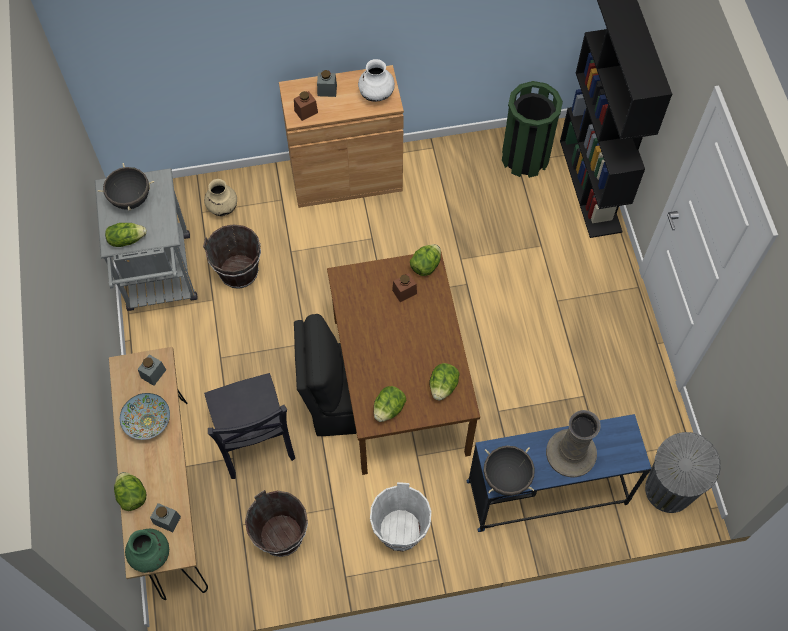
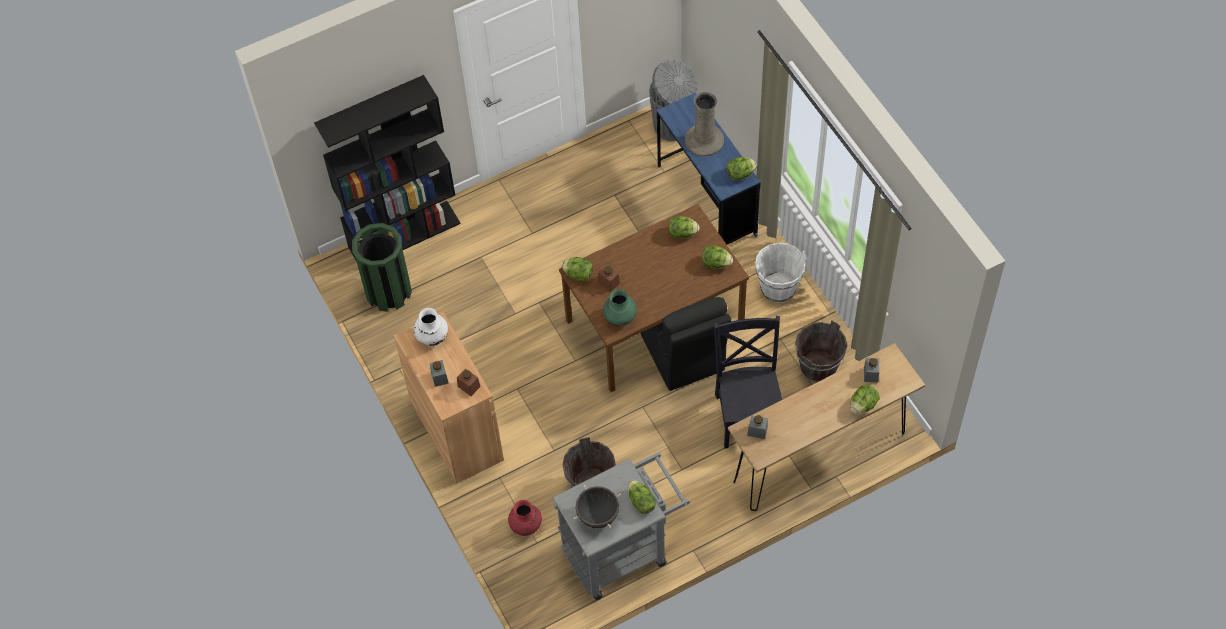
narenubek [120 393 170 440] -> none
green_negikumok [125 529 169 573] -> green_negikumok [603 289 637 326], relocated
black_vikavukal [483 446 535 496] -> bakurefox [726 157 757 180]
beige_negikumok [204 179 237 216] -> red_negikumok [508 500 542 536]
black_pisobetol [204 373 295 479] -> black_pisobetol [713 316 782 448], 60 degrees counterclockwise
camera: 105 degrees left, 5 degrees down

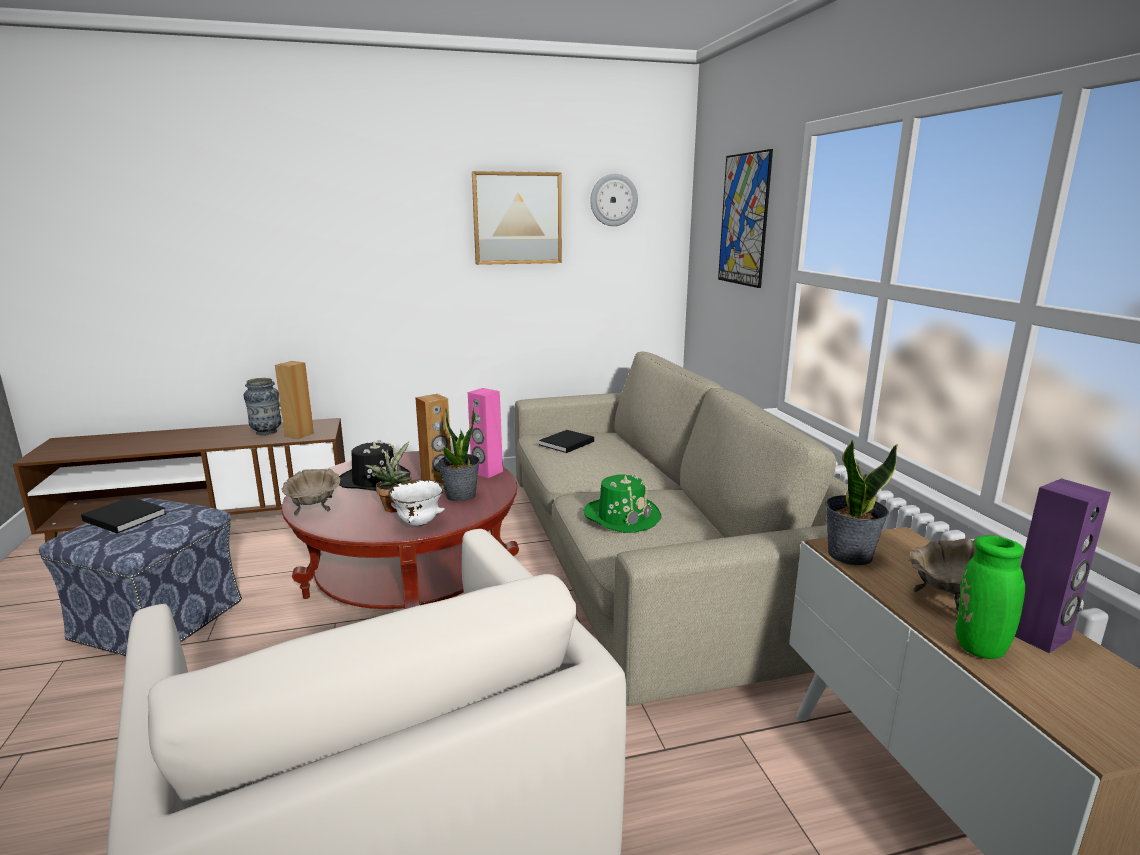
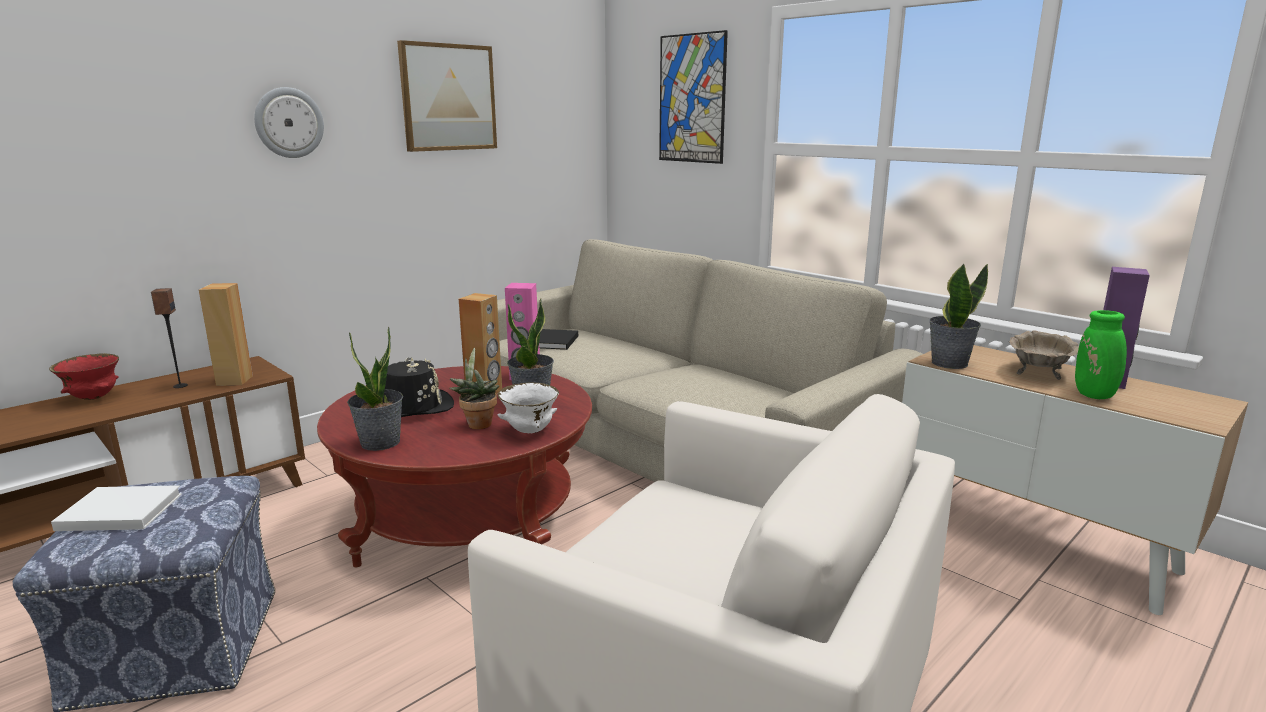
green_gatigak [584 474 661 533] -> none
none -> red_narenubek [49 353 119 400]
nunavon [590 174 638 226] -> nunavon [254 87 324 158], relocated
negikumok [243 378 282 436] -> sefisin [151 288 188 388]
beige_narenubek [281 469 340 515] -> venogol [347 327 403 451]
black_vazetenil [81 497 167 534] -> white_vazetenil [51 485 182 531]
camera: 30 degrees left, 0 degrees up

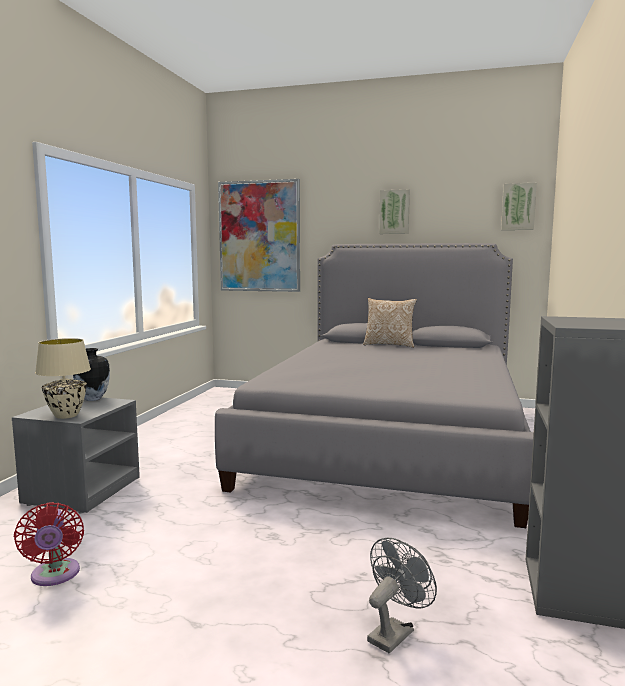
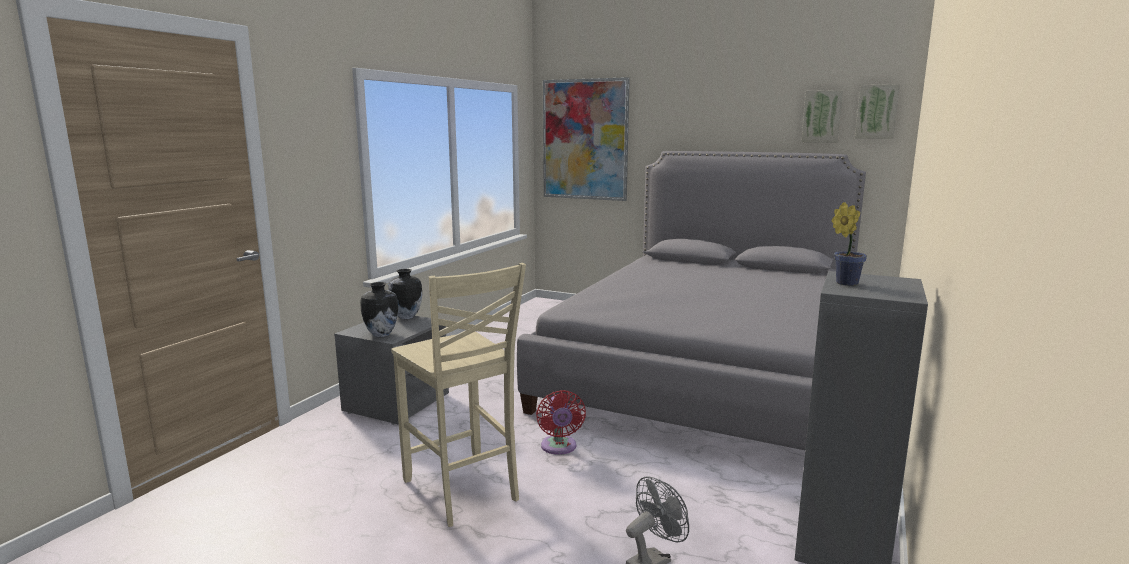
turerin [363 298 417 348] -> none
none -> beige_pisobetol [391 263 526 527]
none -> venogol [831 202 867 286]
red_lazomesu [14 502 84 586] -> red_lazomesu [536 390 586 455], relocated
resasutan [379 189 410 234] -> resasutan [801 90 843 143], relocated
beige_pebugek [35 338 91 419] -> negikumok [360 282 398 337]
camera: 10 degrees right, 5 degrees up

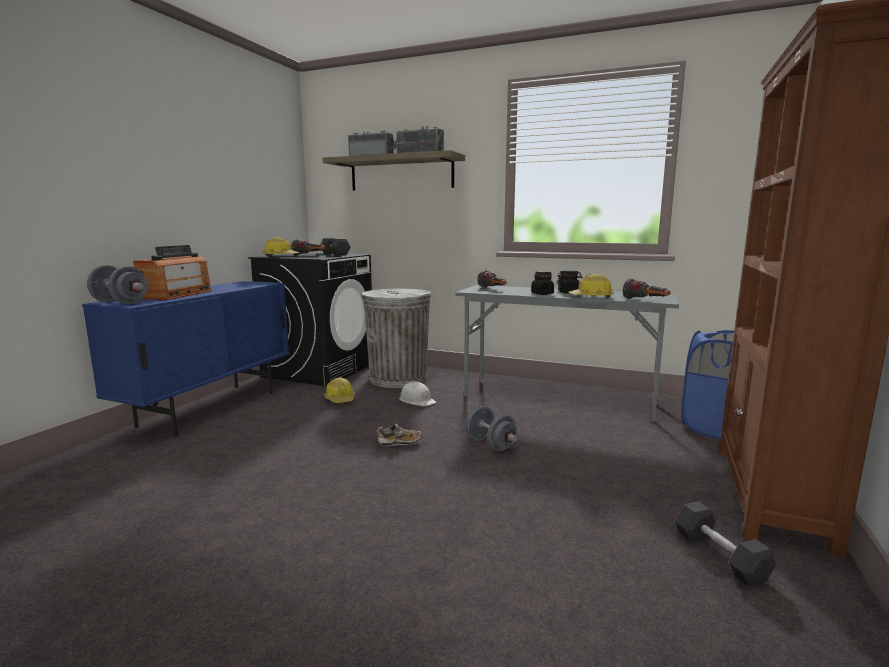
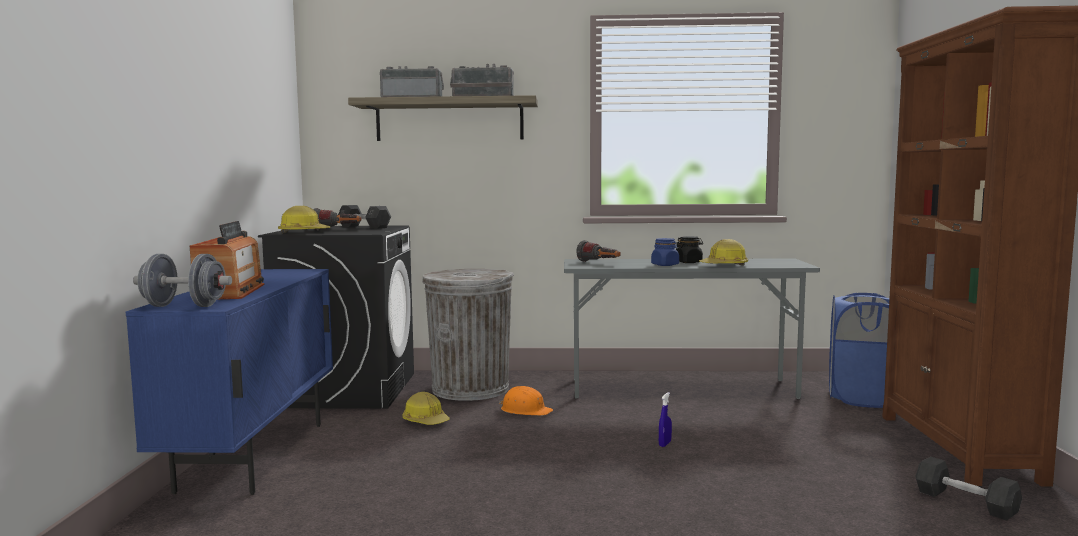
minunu [377 424 422 446] -> none
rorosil [623 278 671 299] -> none
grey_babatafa [466 406 517 451] -> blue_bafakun [659 392 672 447]
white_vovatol [399 381 436 406] -> orange_vovatol [499 386 553 416]
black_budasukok [531 271 554 295] -> blue_budasukok [651 238 679 266]
camera: 20 degrees left, 5 degrees down

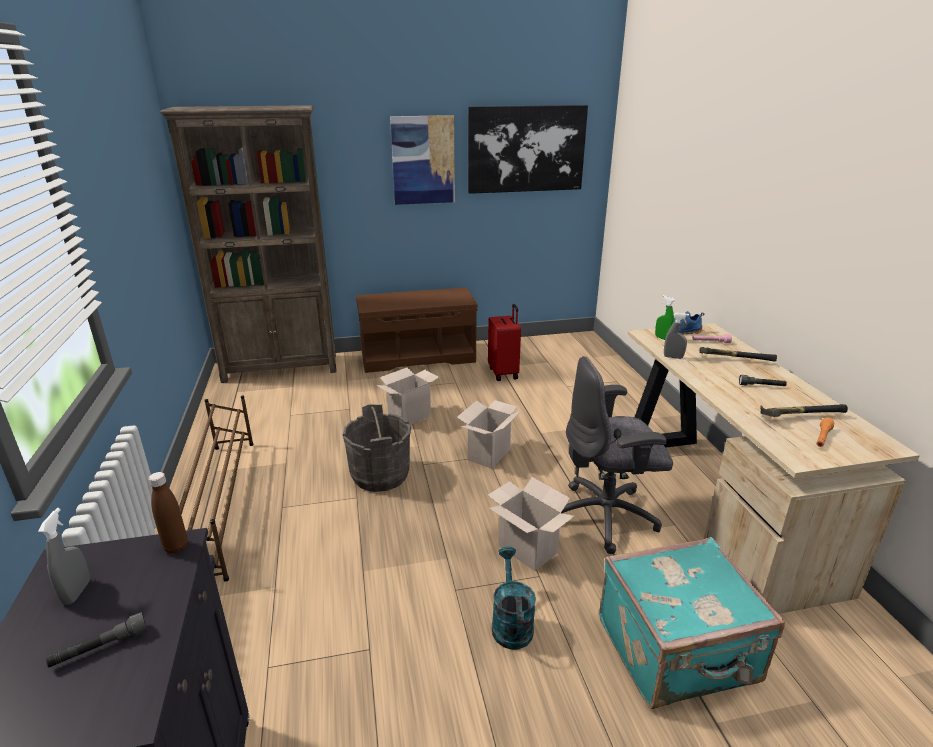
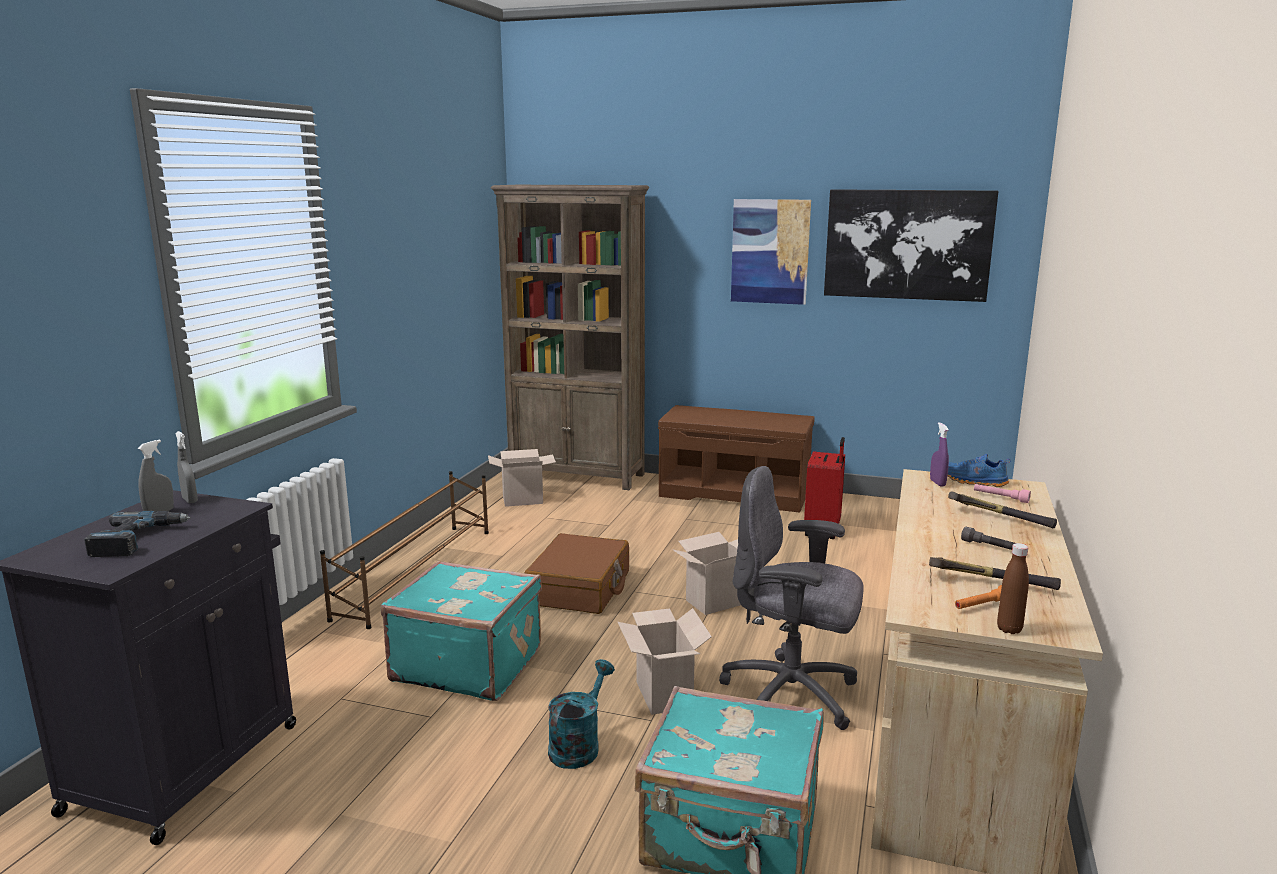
none -> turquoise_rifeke [381 561 542 701]
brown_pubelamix [148 472 188 554] -> brown_pubelamix [997 543 1029 634], relocated
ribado [376 367 440 425] -> ribado [488 449 556 507], relocated
grey_bafakun [664 313 689 359] -> grey_bafakun [176 431 198 503], relocated
grey_rorosil [46 612 147 667] -> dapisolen [84 511 191 557]
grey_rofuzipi [343 404 411 492] -> brown_rifeke [525 533 629 614]
green_bafakun [655 295 675 340] -> purple_bafakun [930 422 949 486]
camera: 30 degrees right, 10 degrees down

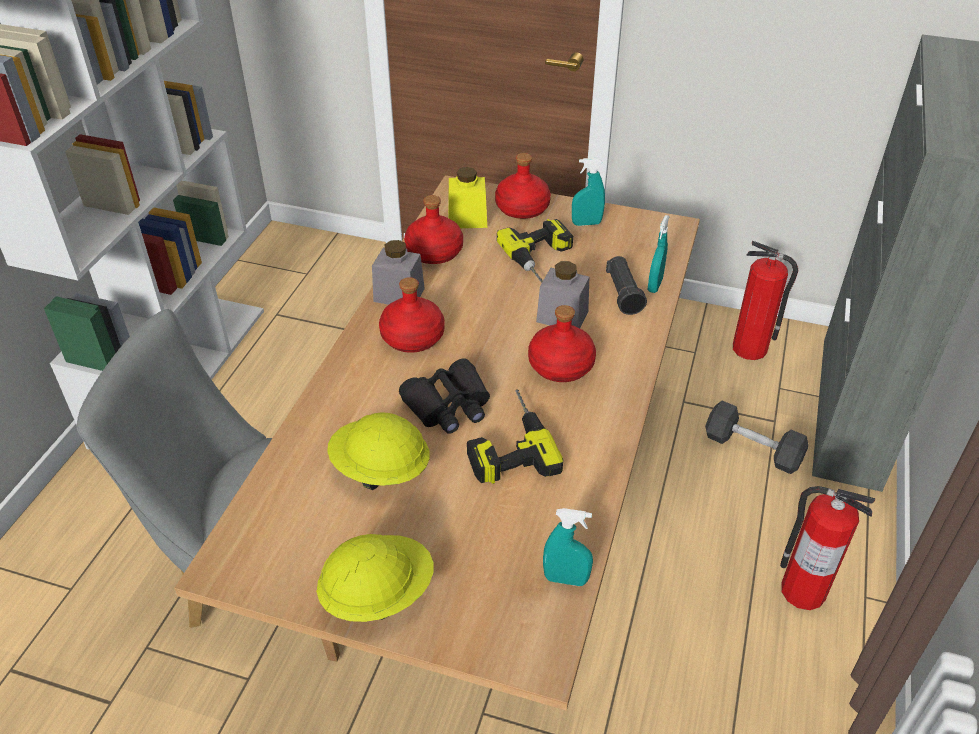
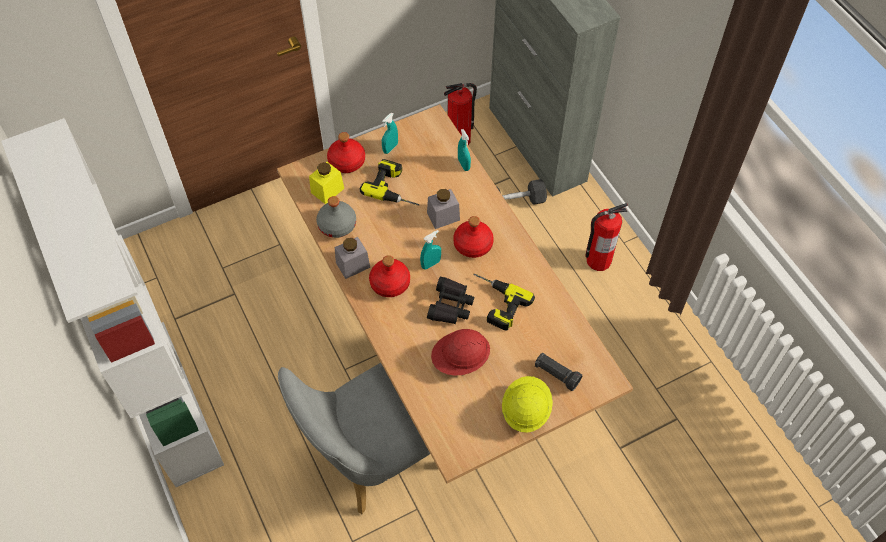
turquoise_bafakun [543 508 593 586] -> turquoise_bafakun [420 230 441 270], relocated
black_rorosil [606 256 647 315] -> black_rorosil [535 353 582 391], relocated
yellow_vovatol [327 413 430 490] -> red_vovatol [431 329 490 376]
red_pubelamix [404 195 463 264] -> grey_pubelamix [316 196 356 238]
camera: 45 degrees left, 15 degrees up

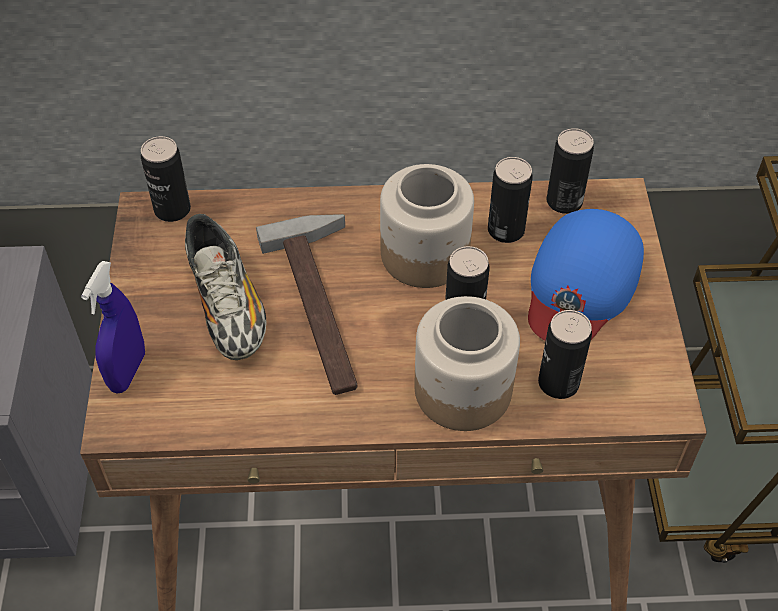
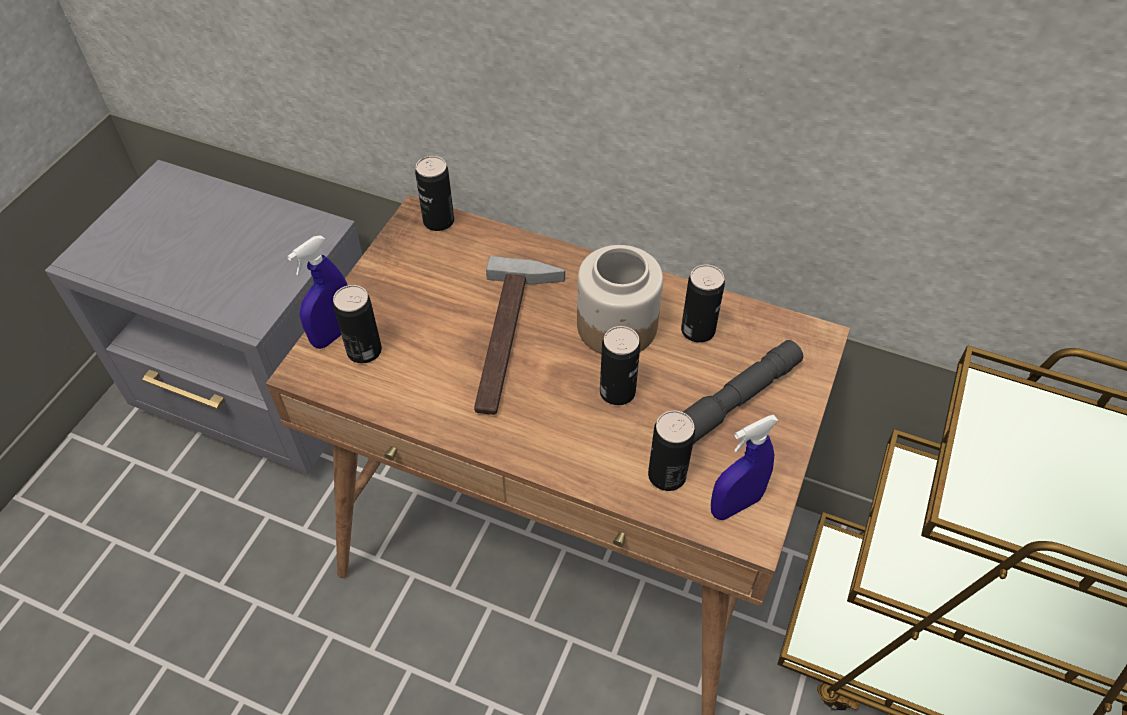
minunu [185 214 266 360] -> none
budasukok [414 296 520 431] -> none
none -> blue_bafakun [711 415 779 520]
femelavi [547 128 594 214] -> femelavi [333 285 382 363], relocated
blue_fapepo [528 209 644 341] -> grey_rorosil [683 340 803 444]
camera: 25 degrees right, 0 degrees up

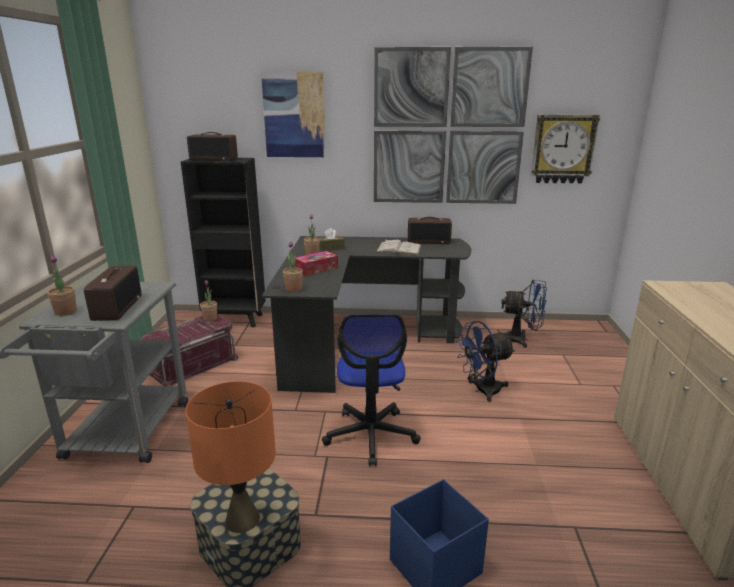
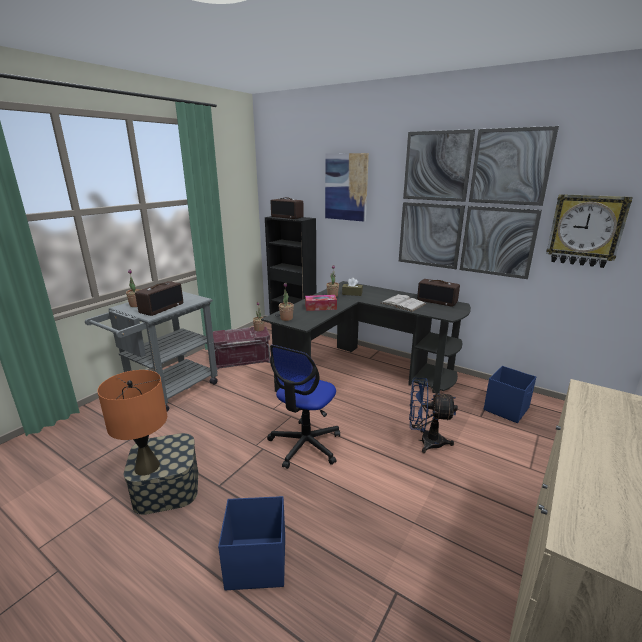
blue_lazomesu [501 280 547 348] -> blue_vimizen [484 366 536 423]
camera: 30 degrees right, 0 degrees up

